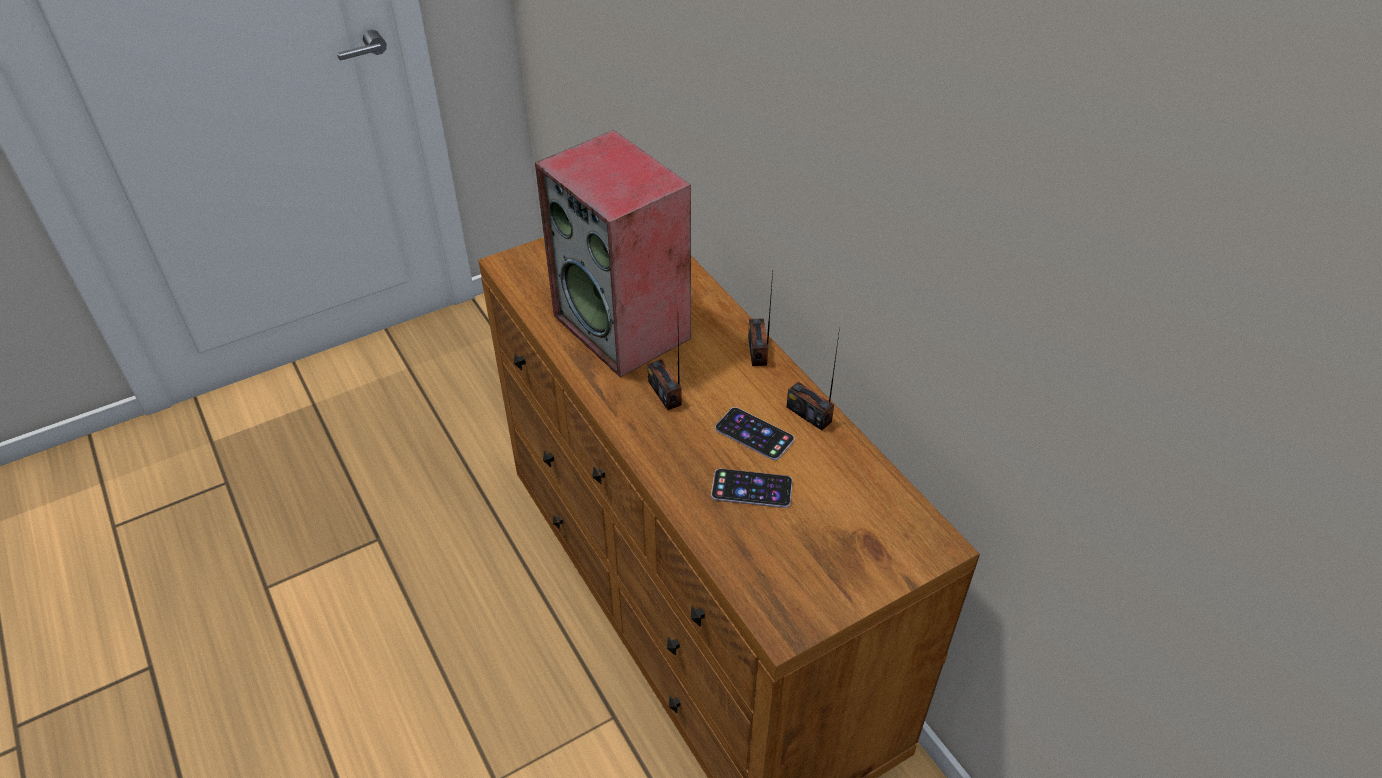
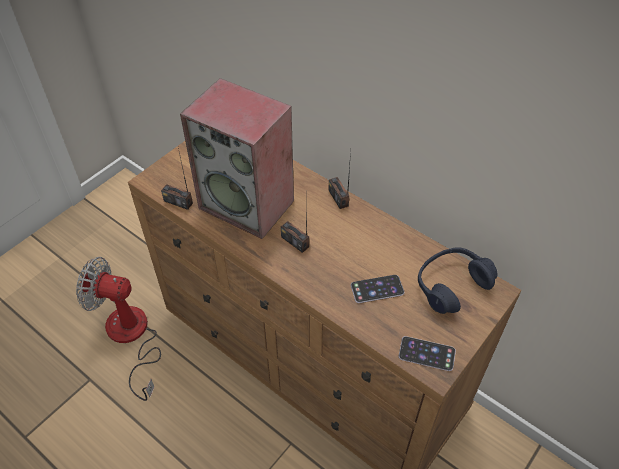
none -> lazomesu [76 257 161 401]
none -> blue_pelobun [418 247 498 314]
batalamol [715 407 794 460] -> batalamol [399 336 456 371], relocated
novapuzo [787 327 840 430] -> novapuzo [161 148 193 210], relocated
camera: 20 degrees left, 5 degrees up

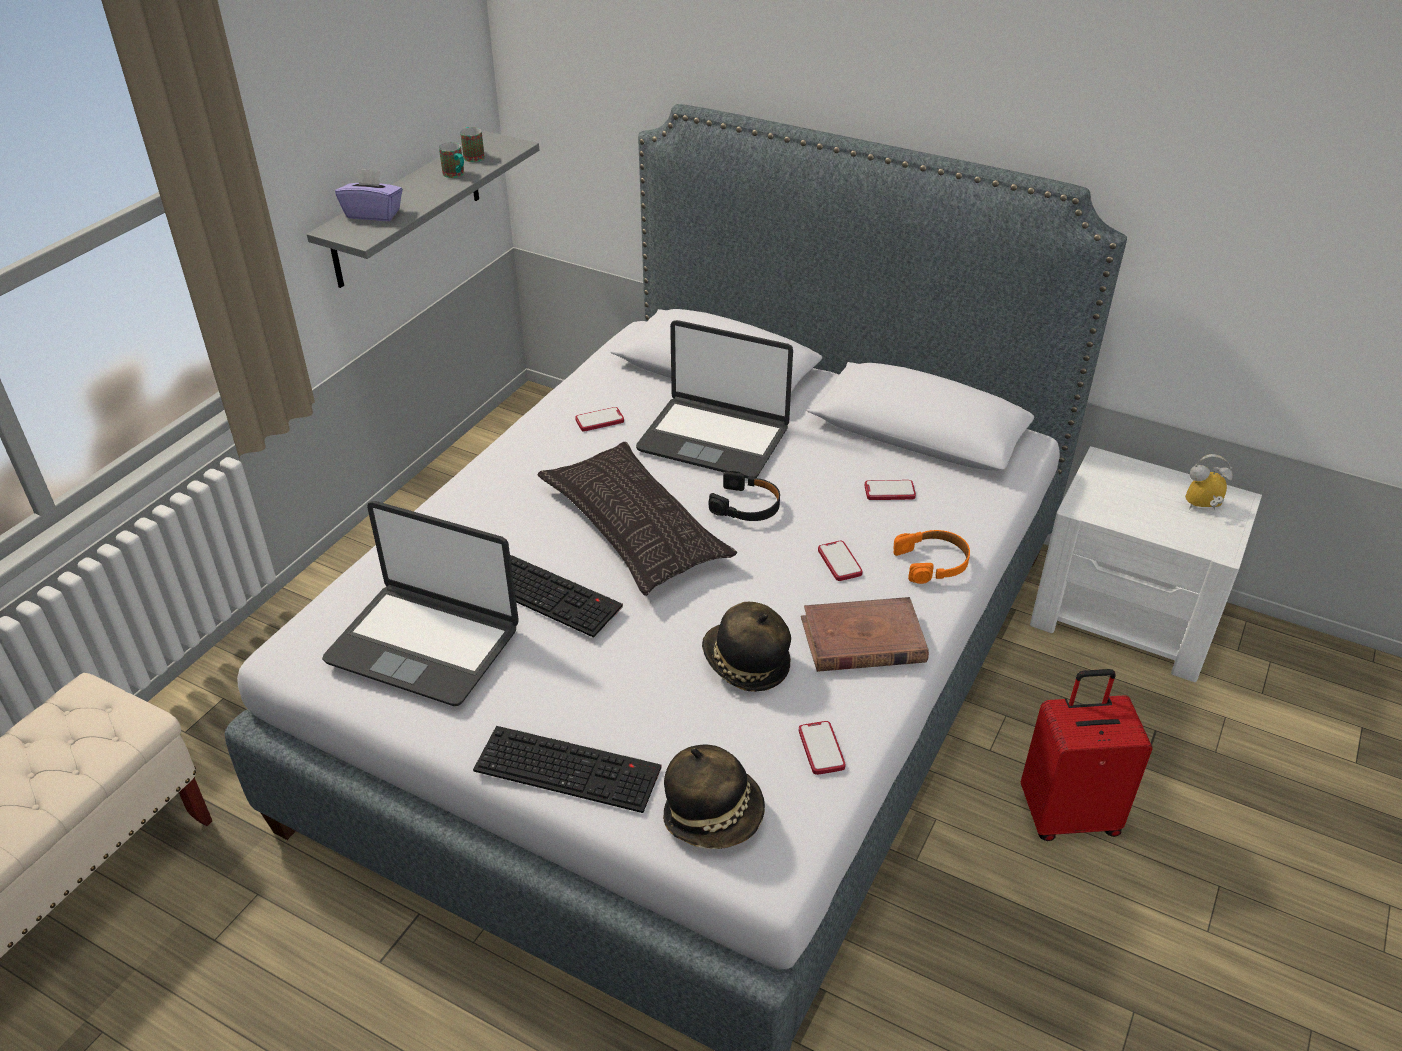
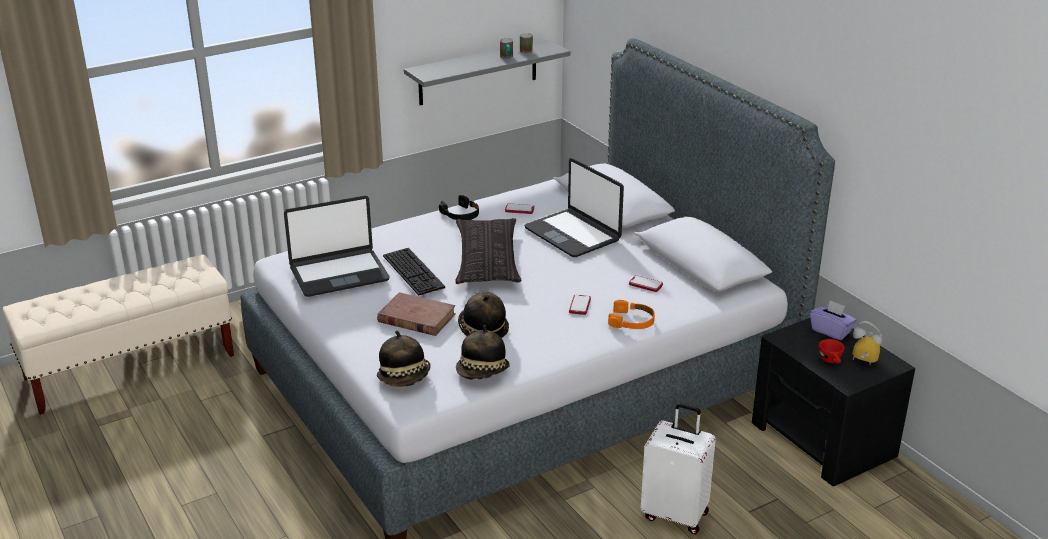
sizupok [473 726 662 813] -> none
none -> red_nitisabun [819 339 845 363]
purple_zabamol [335 168 403 221] -> purple_zabamol [810 300 857 340], relocated
black_pelobun [709 471 780 521] -> black_pelobun [439 195 479 220], relocated
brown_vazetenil [801 597 929 672] -> brown_vazetenil [377 292 456 336], relocated
batalamol [799 721 846 775] -> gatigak [456 325 510 380]
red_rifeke [1021 669 1153 841] -> white_rifeke [641 403 716 534]
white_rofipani [1030 446 1262 682] -> black_rofipani [752 318 915 486]
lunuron [322 501 519 706] -> lunuron [284 195 390 297], 75 degrees counterclockwise
camera: 30 degrees right, 10 degrees down

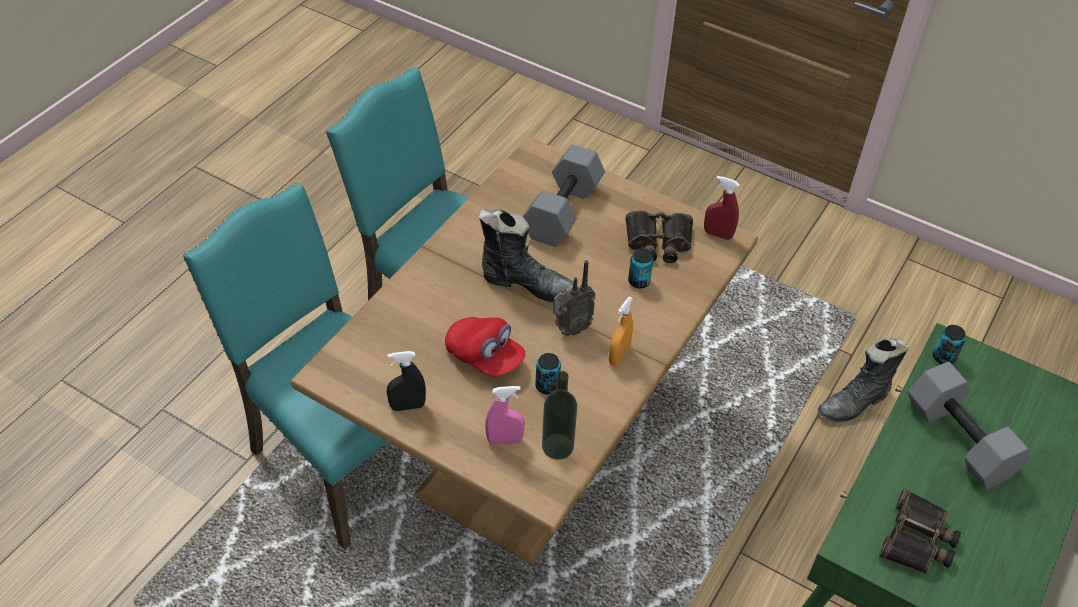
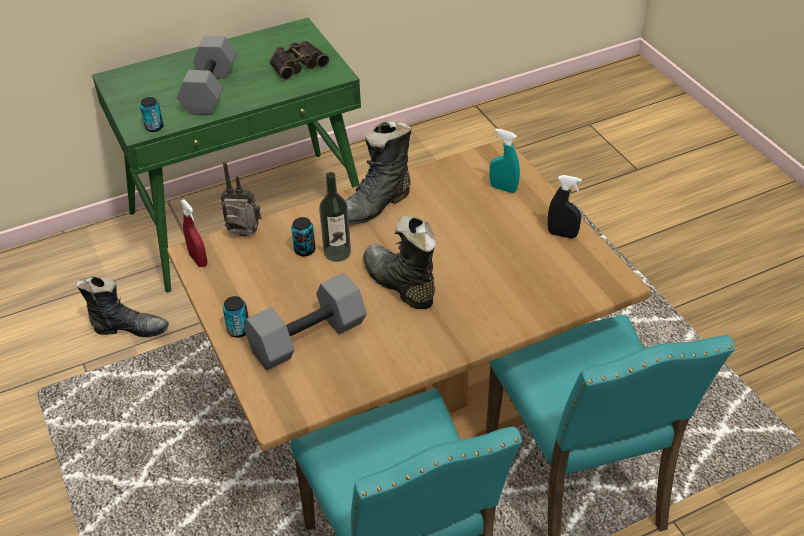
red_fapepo [445 317 526 377] -> none
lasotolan [626 211 693 263] -> none
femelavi [535 353 561 395] -> femelavi [223 296 249 338], relocated
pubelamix [542 371 577 460] -> pubelamix [319 172 351 262], relocated
novapuzo [553 260 596 336] -> novapuzo [221 162 262 236], relocated
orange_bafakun [609 297 633 366] -> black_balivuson [345 120 411 225]
pink_bafakun [485 386 525 445] -> turquoise_bafakun [490 129 520 193]
camera: 145 degrees left, 5 degrees down

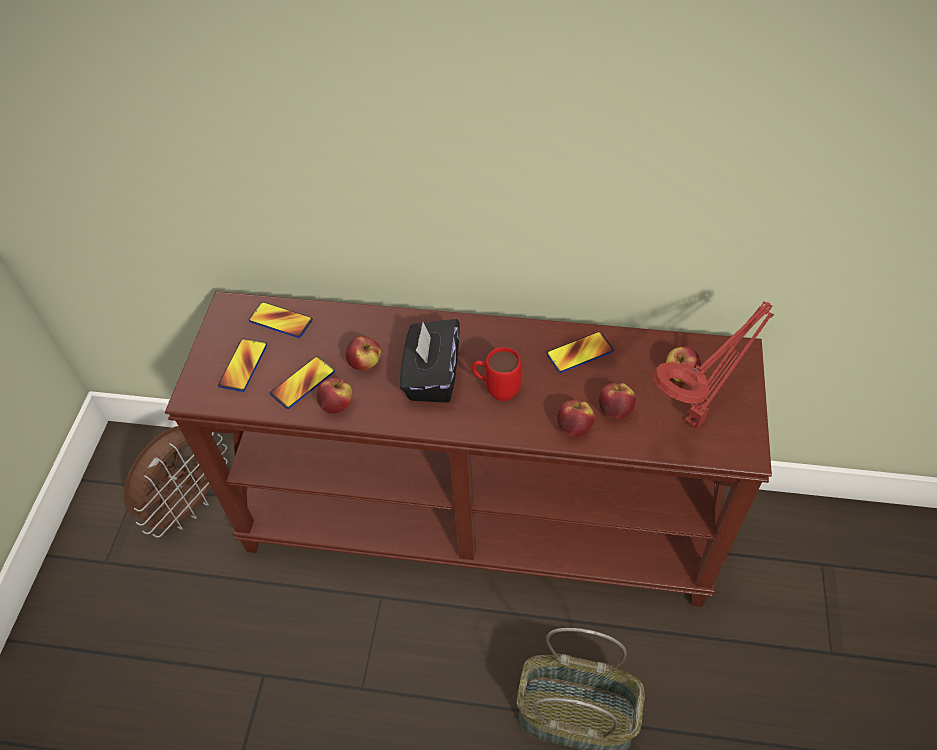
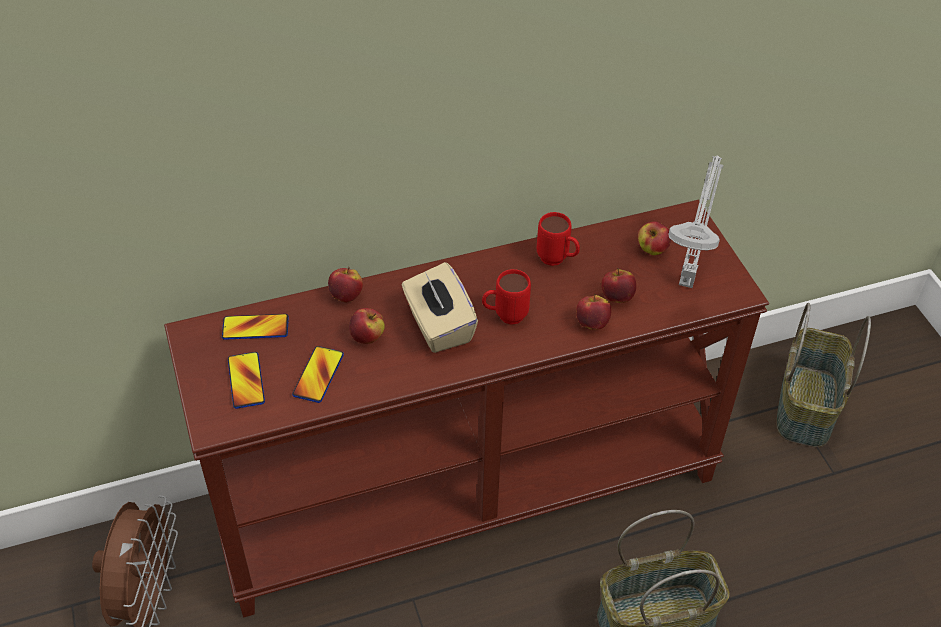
none -> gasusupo [776 303 871 447]
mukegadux [317 378 352 414] -> mukegadux [328 267 363 302], relocated
batalamol [547 332 614 373] -> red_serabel [537 212 580 266]
black_zabamol [400 319 459 403] -> beige_zabamol [402 262 478 353]
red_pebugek [654 301 774 429] -> grey_pebugek [668 156 723 288]
camera: 30 degrees left, 5 degrees down

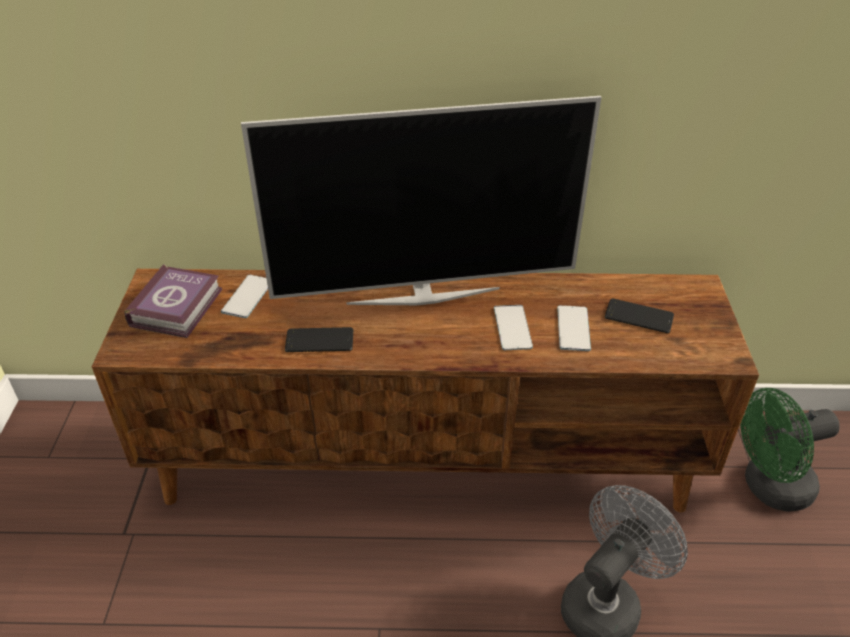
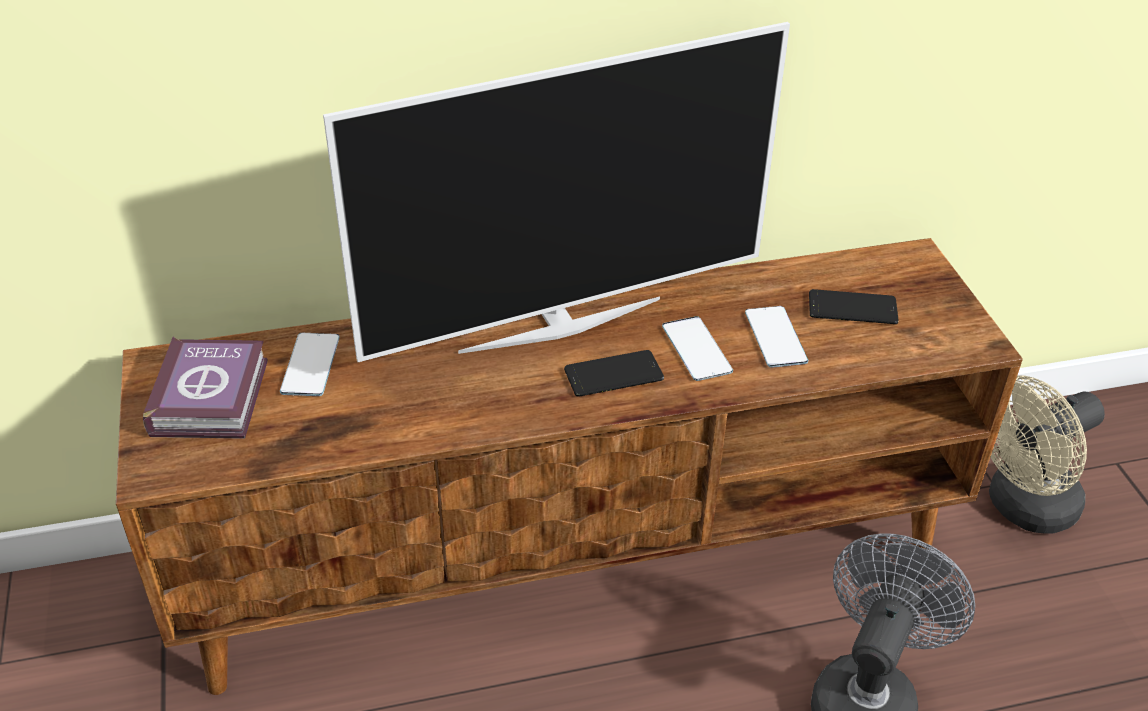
batalamol [285 327 353 352] -> batalamol [564 350 664 397], relocated
green_lazomesu [740 388 840 512] -> beige_lazomesu [989 376 1105 533]
camera: 15 degrees left, 0 degrees up

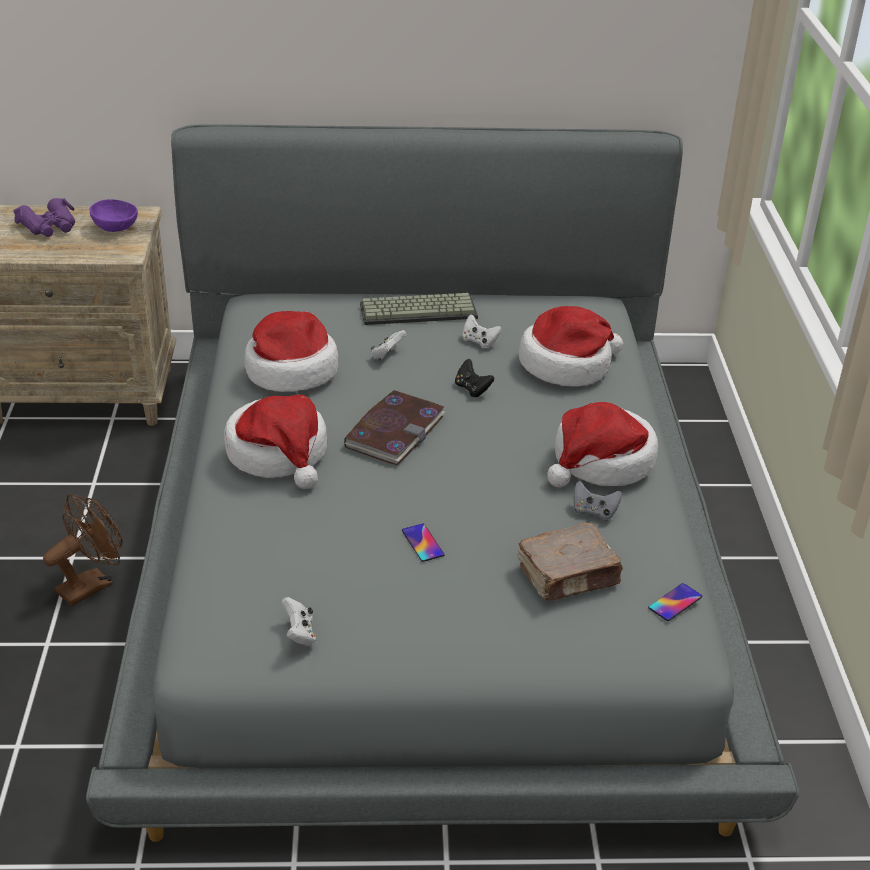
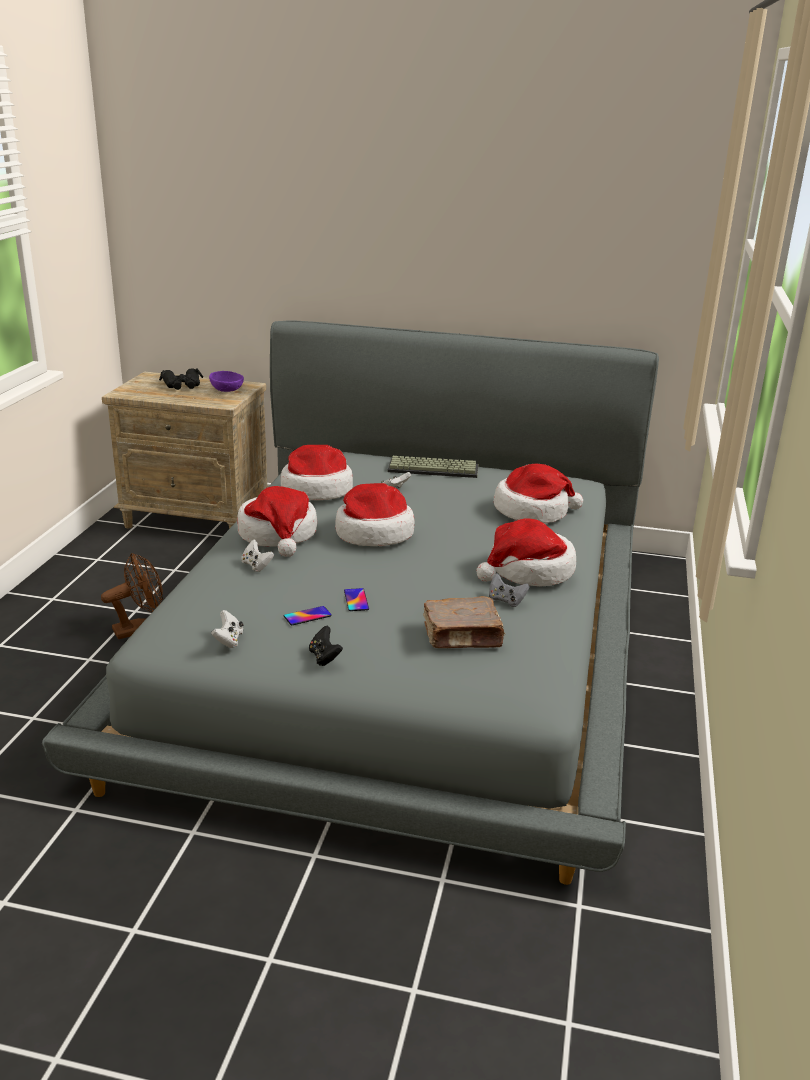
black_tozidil [455 359 494 397] -> black_tozidil [309 626 343 666], relocated
white_tozidil [462 314 502 349] -> white_tozidil [241 539 274 572], relocated
batalamol [648 583 702 621] -> batalamol [284 606 332 625], relocated
vazetenil [344 390 445 465] -> gatigak [335 483 415 546]
purple_lasotolan [13 198 75 237] -> black_lasotolan [159 368 203 390]
camera: 15 degrees right, 10 degrees down

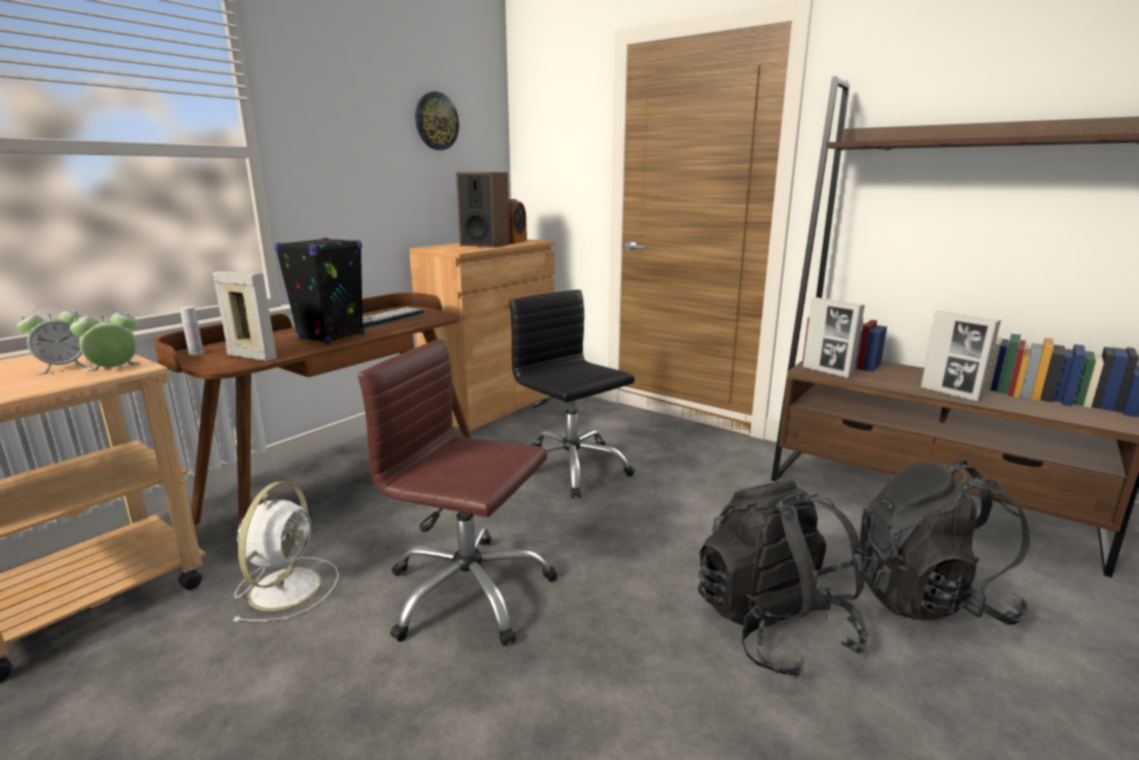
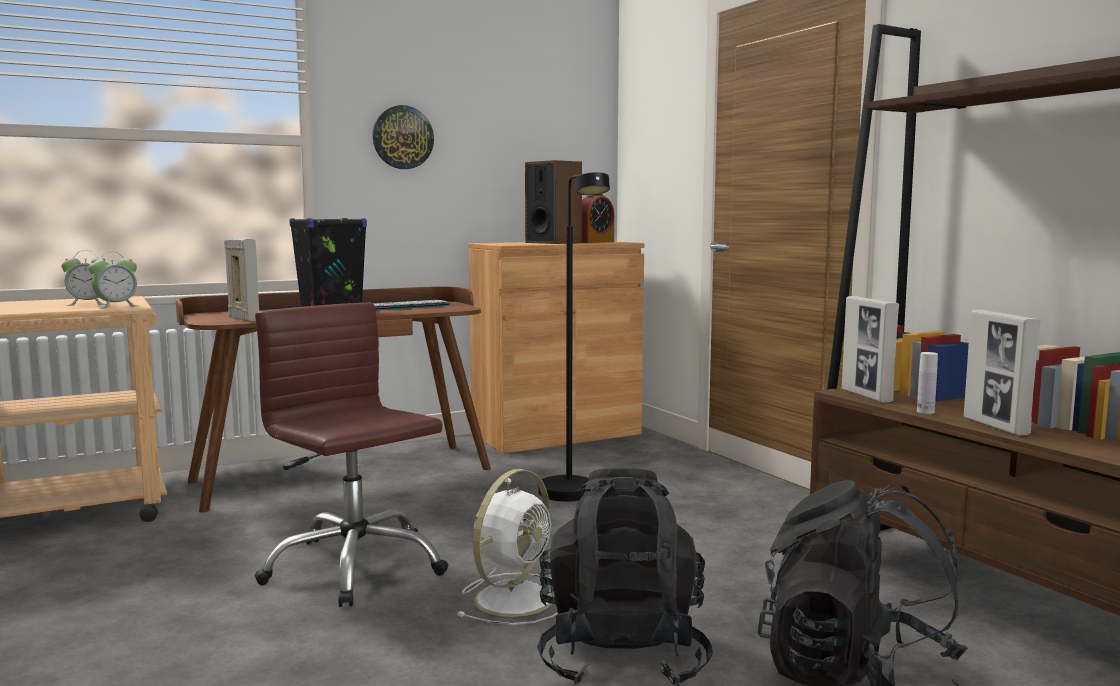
white_pubelamix [180 306 204 355] -> white_pubelamix [917 352 938 414], relocated
white_lazomesu [234 481 339 622] -> white_lazomesu [456 469 558 625], relocated
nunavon [415 92 459 150] -> nunavon [372 105 434 169], relocated
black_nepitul [509 290 635 498] -> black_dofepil [539 172 610 501]
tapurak [70 306 140 371] -> tapurak [88 252 138 309], 150 degrees clockwise
camera: 25 degrees right, 10 degrees down

